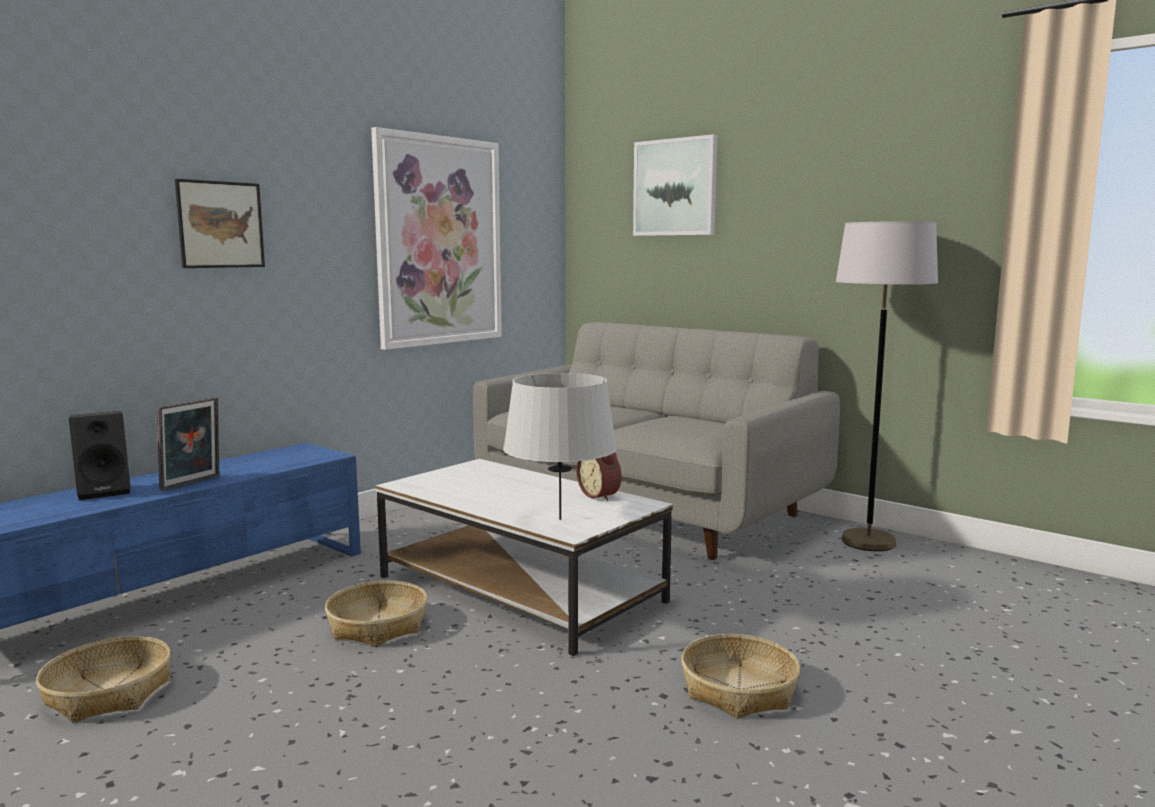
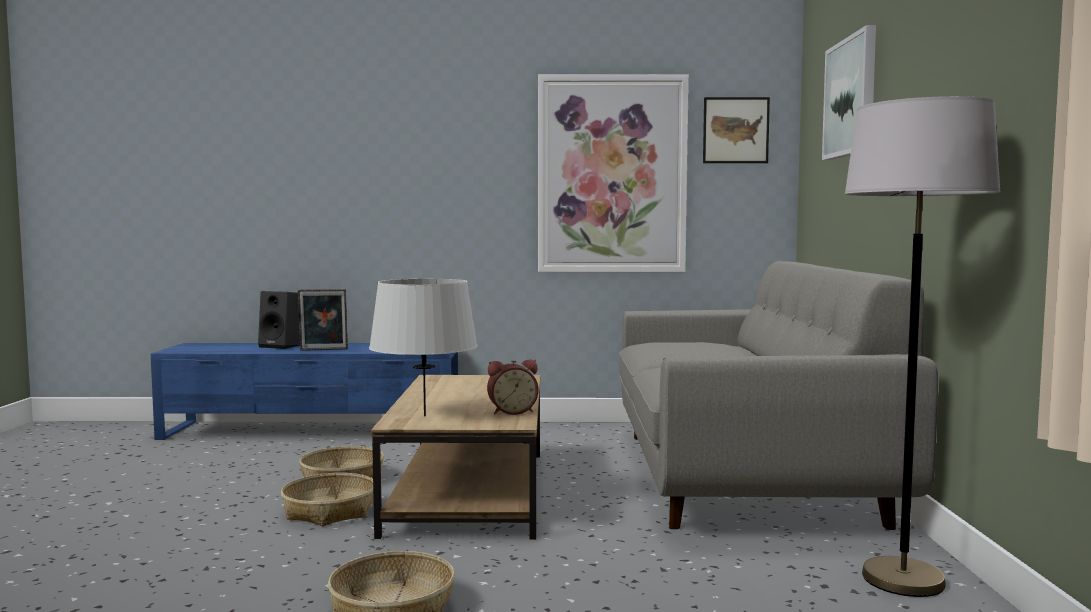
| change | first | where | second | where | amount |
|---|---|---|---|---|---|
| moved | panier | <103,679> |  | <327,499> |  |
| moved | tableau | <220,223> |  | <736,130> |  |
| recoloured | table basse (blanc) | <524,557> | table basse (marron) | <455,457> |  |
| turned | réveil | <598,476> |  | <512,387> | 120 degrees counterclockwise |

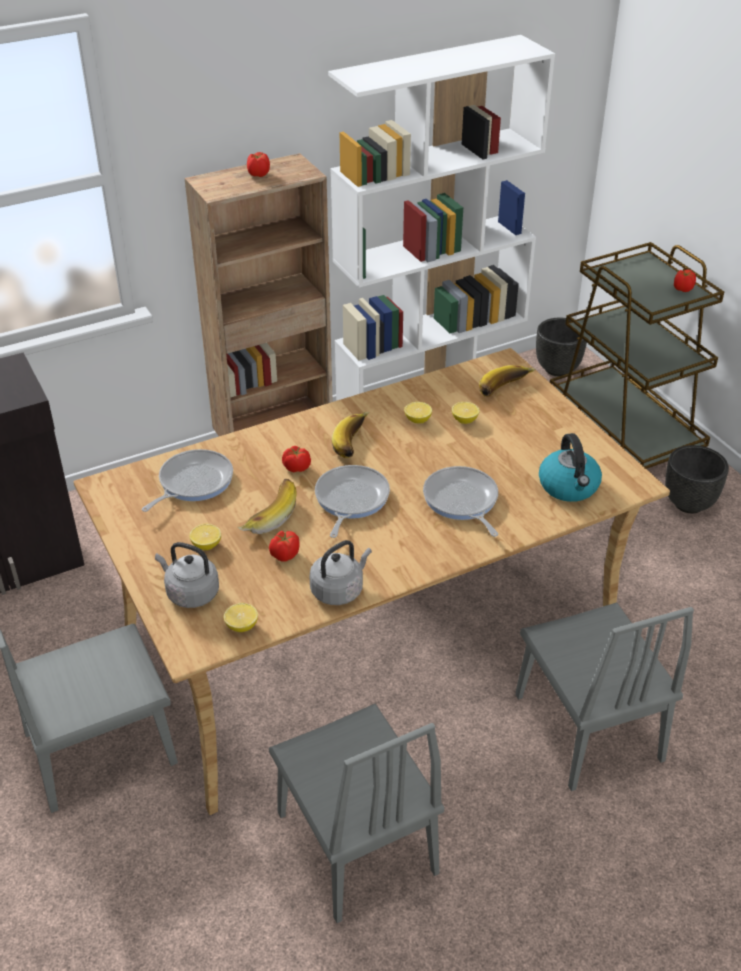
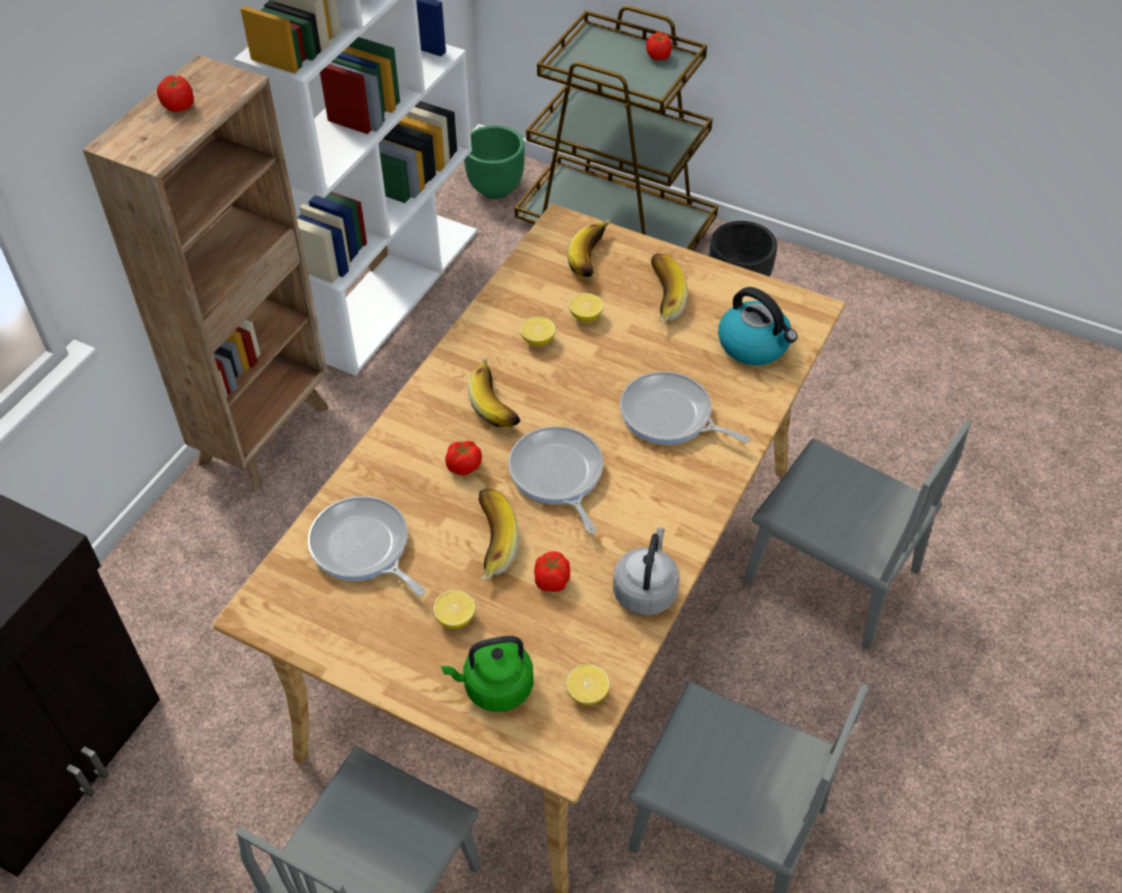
| change | first | where | second | where | amount |
|---|---|---|---|---|---|
| added |  |  | banane | <669,287> |  |
| recoloured | bouilloire (gris) | <187,575> | bouilloire (vert) | <487,674> |  |
| recoloured | cache-pot (noir) | <561,347> | cache-pot (vert) | <494,162> |  |
| turned | poêle | <187,480> |  | <367,546> | 45 degrees counterclockwise |

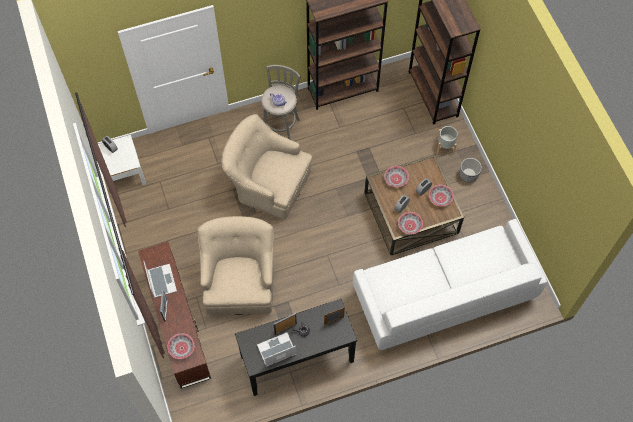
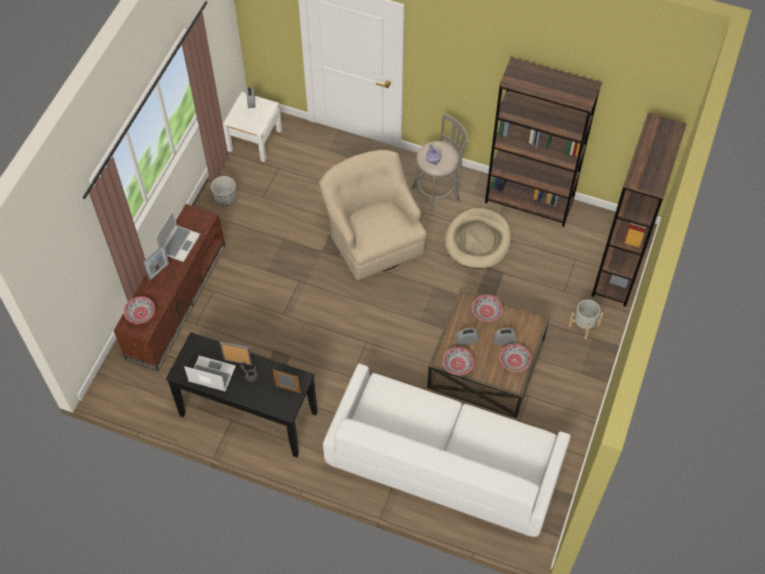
| change | first | where | second | where | amount |
|---|---|---|---|---|---|
| removed | fauteuil (beige) | <235,265> |  |  |  |
| added |  |  | panier pour chien (beige) | <478,238> |  |
| moved | cache-pot | <471,170> |  | <224,191> |  |

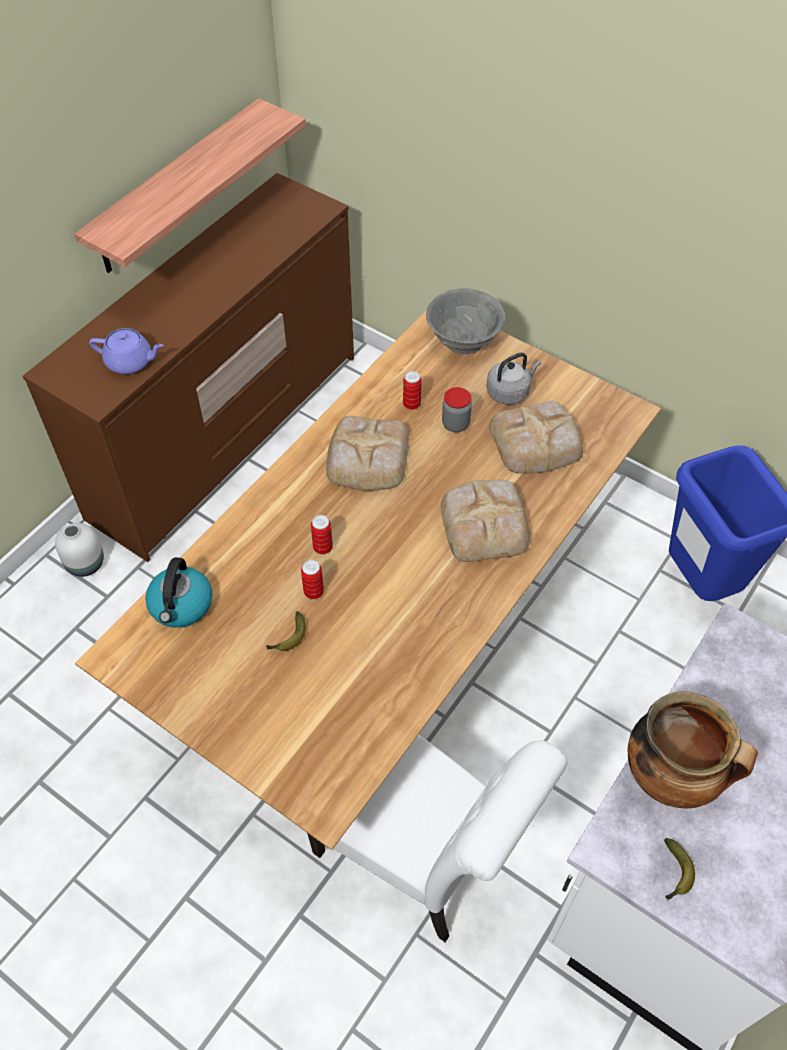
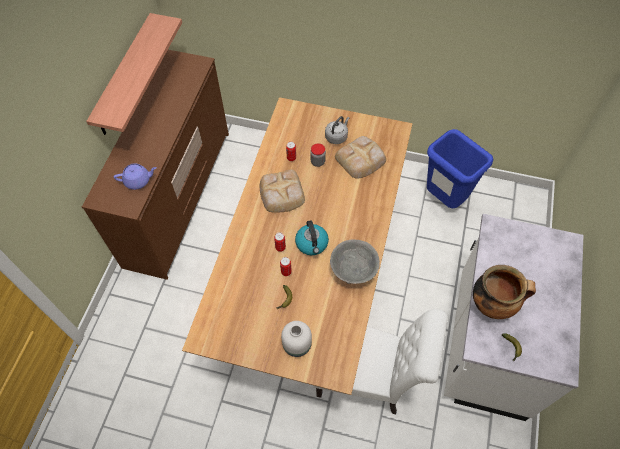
| change | first | where | second | where | amount |
|---|---|---|---|---|---|
| removed | pain | <485,521> |  |  |  |
| moved | vase (blanc) | <79,550> |  | <296,339> |  |
| moved | bouilloire | <178,592> |  | <312,237> |  |
| moved | bol (gris) | <465,321> |  | <355,262> |  |

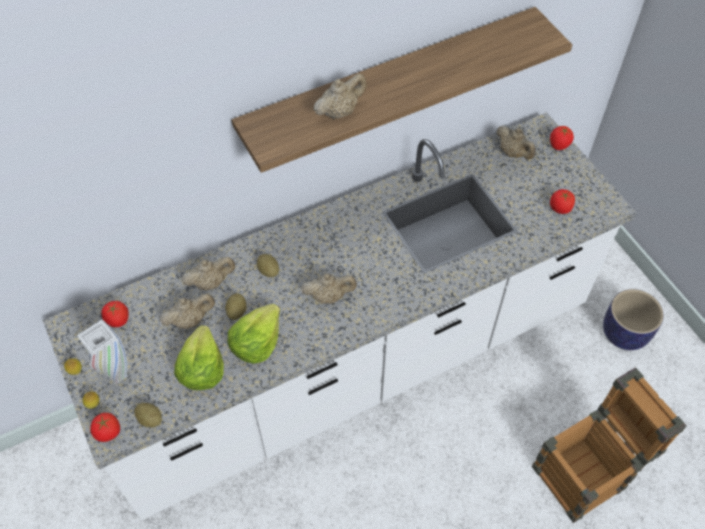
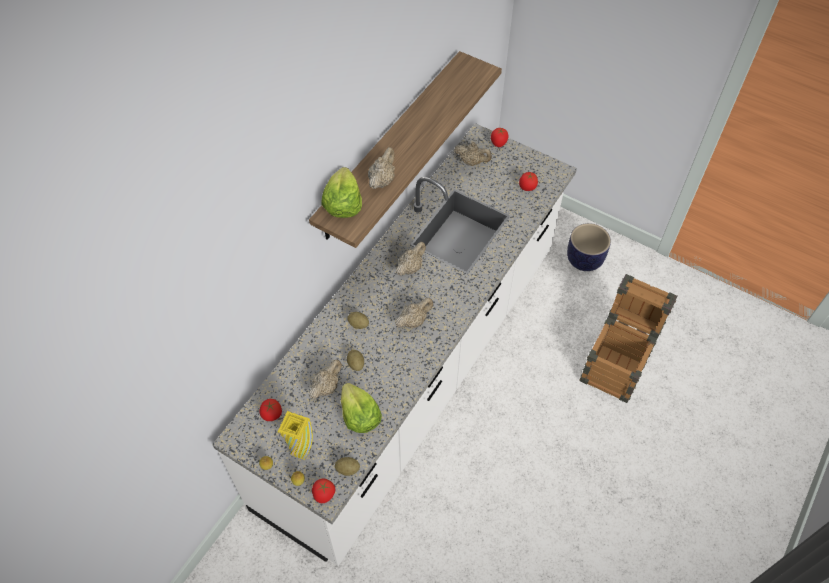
| change | first | where | second | where | amount |
|---|---|---|---|---|---|
| moved | théière (beige) | <208,273> |  | <411,259> |  |
| moved | laitue | <254,334> |  | <341,192> |  |
| recoloured | vase (blanc) | <102,351> | vase (jaune) | <295,435> |  |

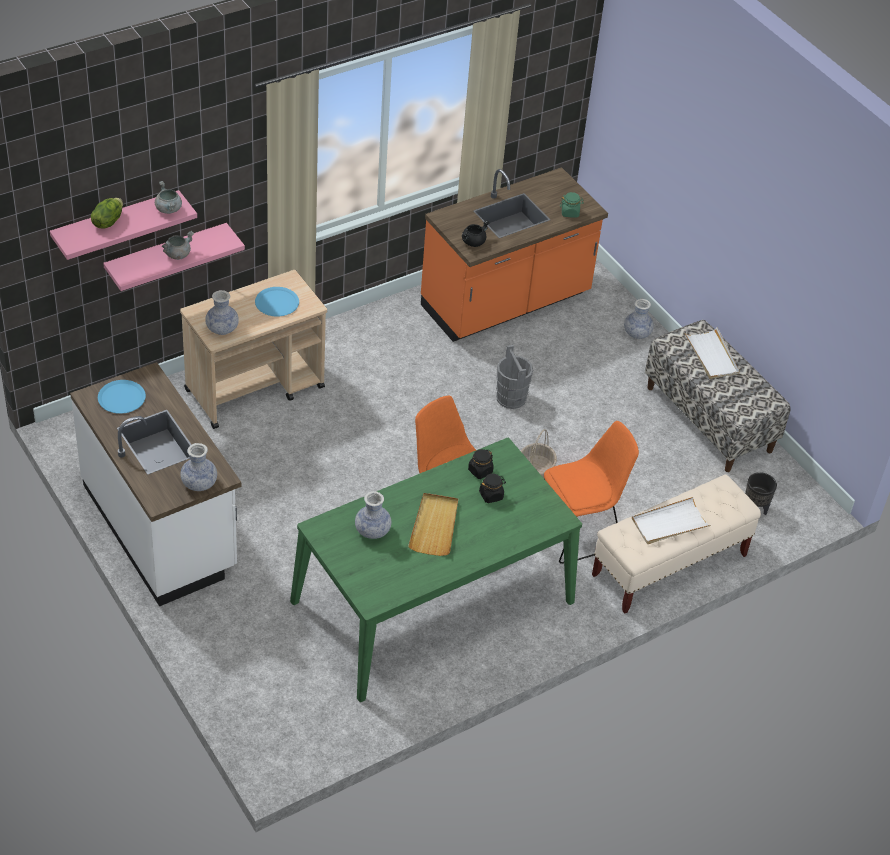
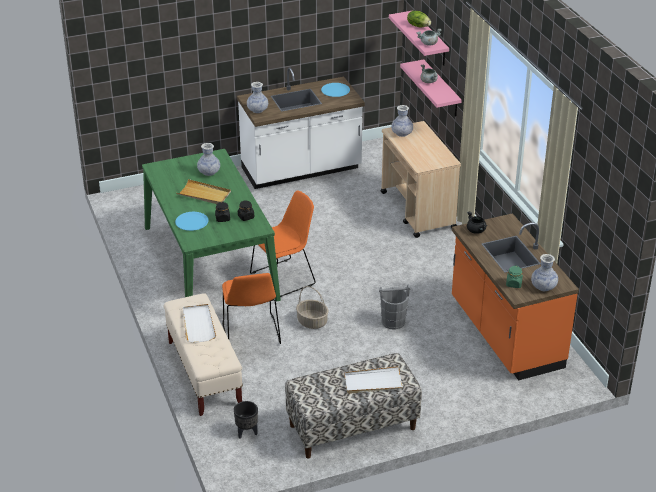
| change | first | where | second | where | amount |
|---|---|---|---|---|---|
| moved | assiette (bleu) | <277,302> |  | <192,221> |  |
| moved | vase | <639,319> |  | <544,272> |  |

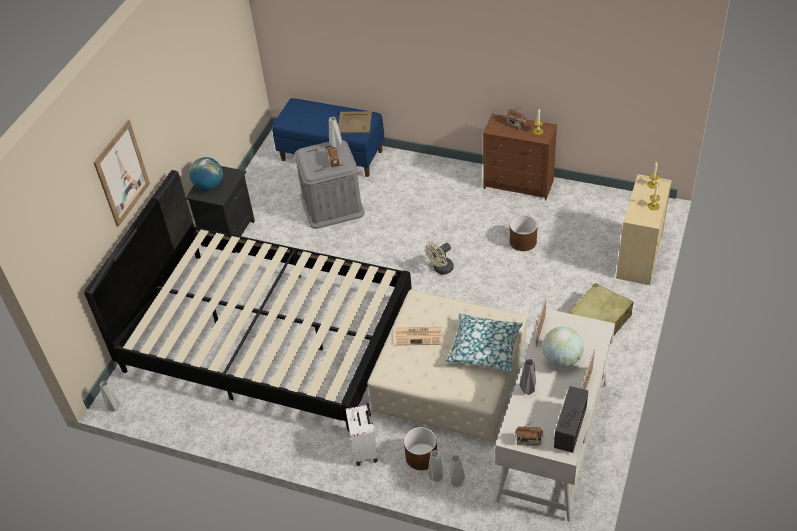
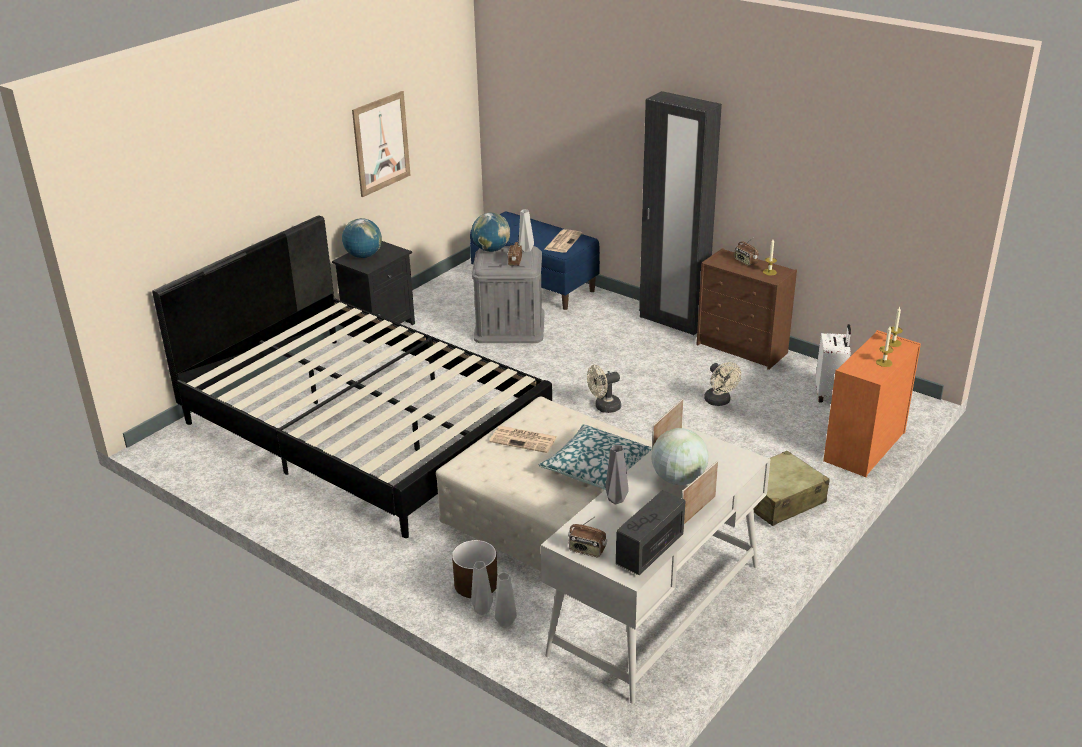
| change | first | where | second | where | amount |
|---|---|---|---|---|---|
| removed | vase (gris) | <110,396> |  |  |  |
| added |  |  | globe | <491,232> |  |
| added |  |  | armoire (noir) | <680,213> |  |
| moved | tableau | <121,173> |  | <381,144> |  |
| moved | valise (blanc) | <362,434> |  | <833,363> |  |
| replaced | plateau (beige) | <355,122> | journal | <563,241> |  |
| replaced | cache-pot (marron) | <524,233> | ventilateur (beige) | <722,384> |  |
| recoloured | commode (beige) | <644,229> | commode (orange) | <872,403> |  |

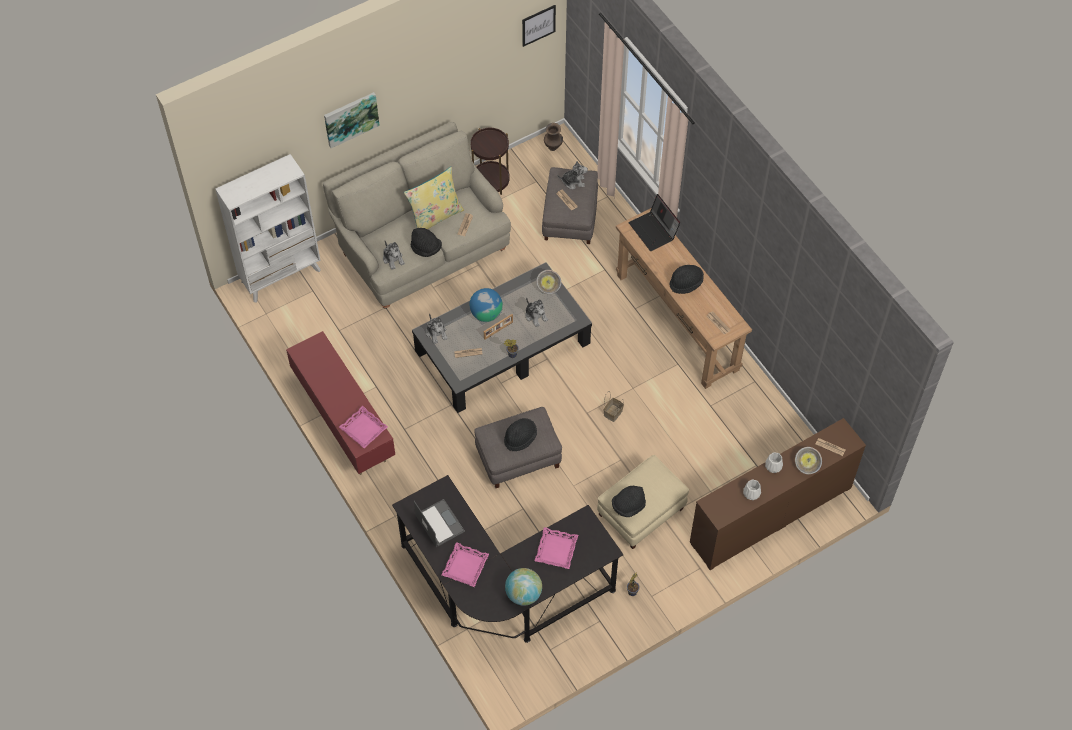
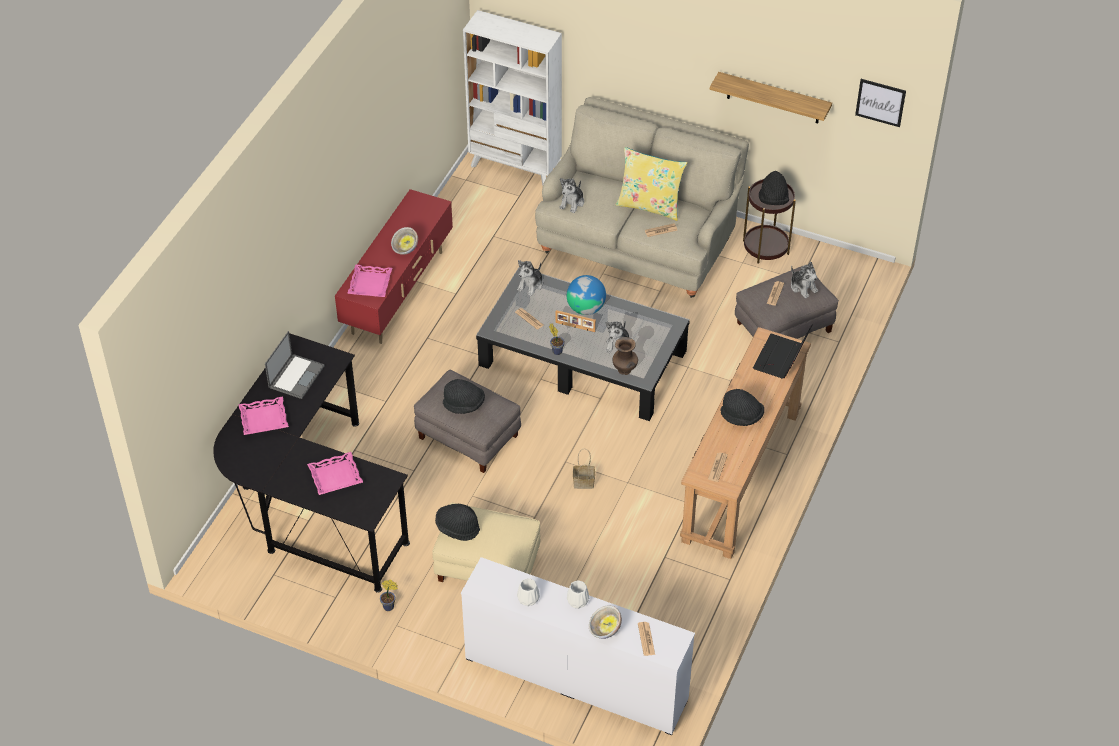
| change | first | where | second | where | amount |
|---|---|---|---|---|---|
| removed | tableau | <352,120> |  |  |  |
| removed | globe | <523,587> |  |  |  |
| added |  |  | étagère | <771,97> |  |
| moved | chapeau (noir) | <426,242> |  | <774,188> |  |
| moved | bol | <548,282> |  | <404,241> |  |
| moved | vase (marron) | <553,137> |  | <625,356> |  |
| recoloured | commode (marron) | <778,494> | commode (blanc) | <578,646> |  |

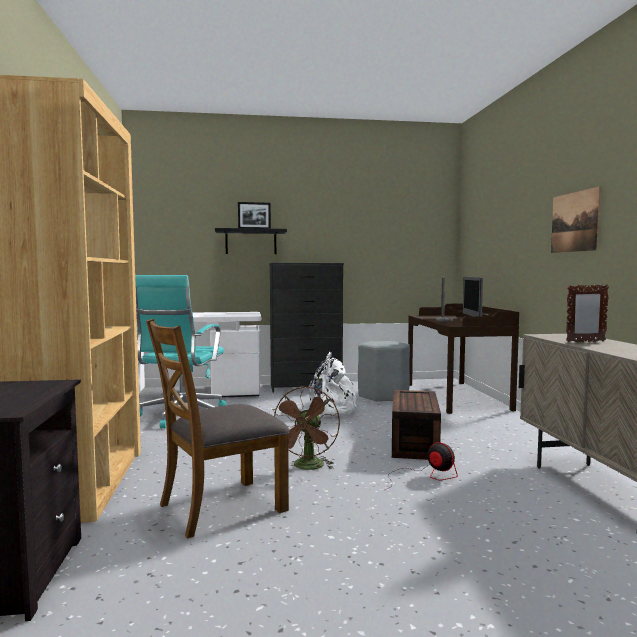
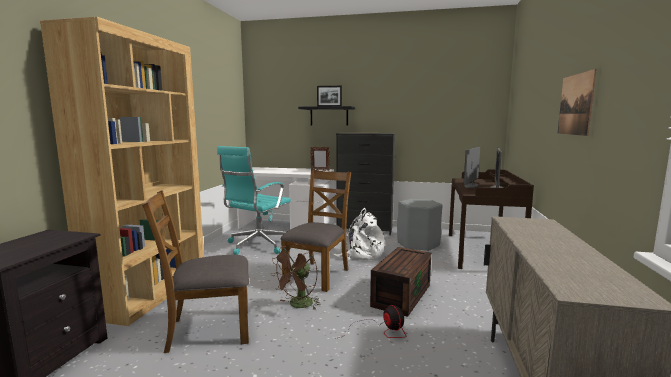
| change | first | where | second | where | amount |
|---|---|---|---|---|---|
| added |  |  | chaise (marron) | <315,230> |  |
| moved | cadre photo | <587,313> |  | <320,159> |  |

